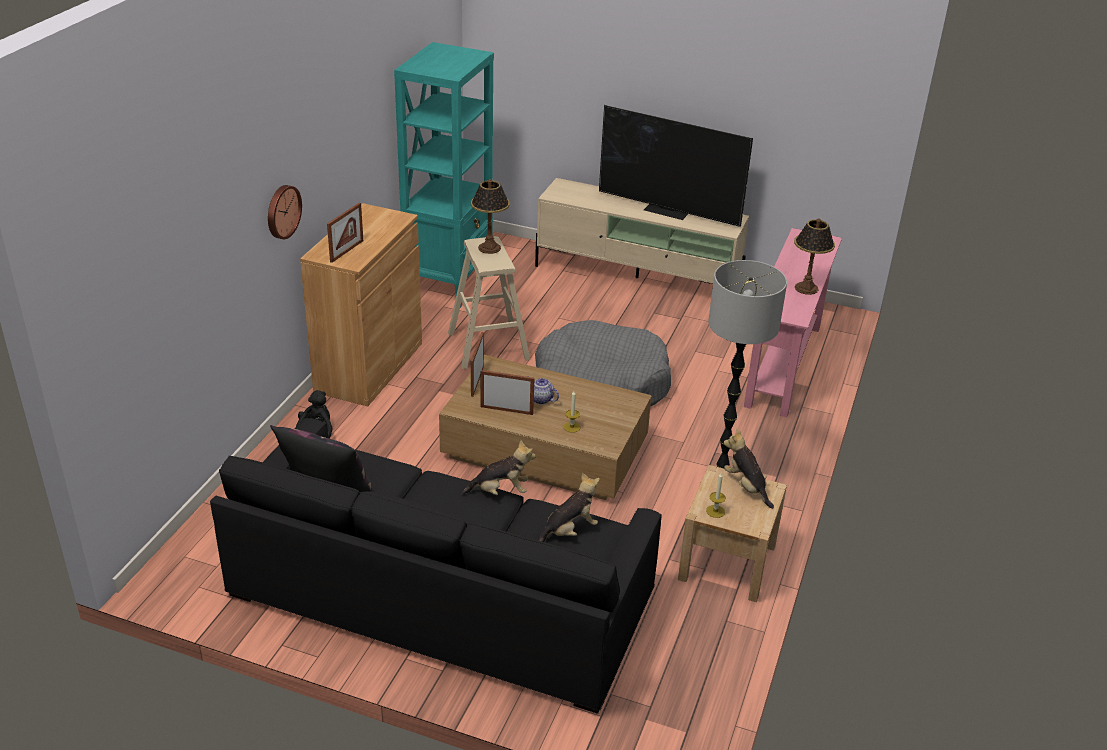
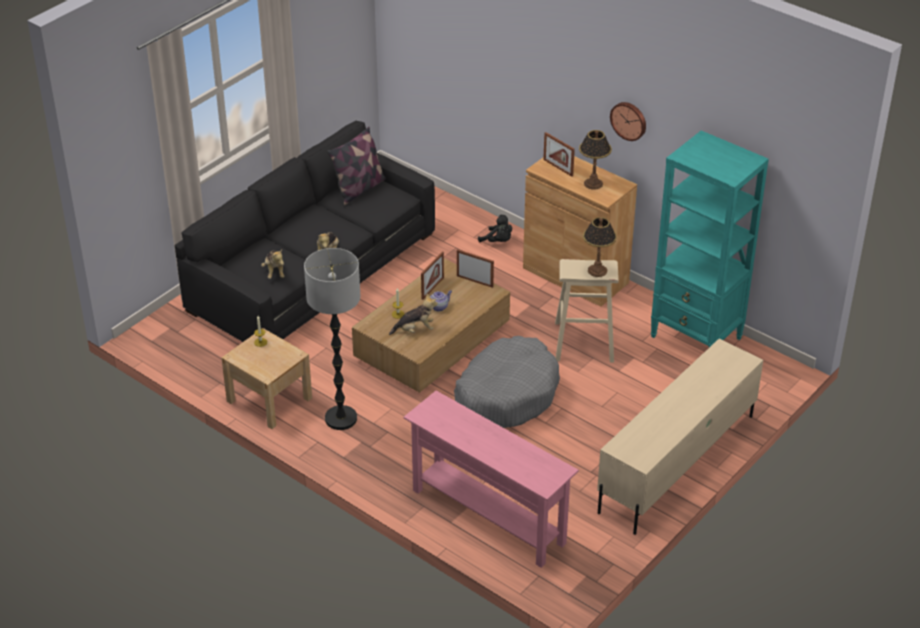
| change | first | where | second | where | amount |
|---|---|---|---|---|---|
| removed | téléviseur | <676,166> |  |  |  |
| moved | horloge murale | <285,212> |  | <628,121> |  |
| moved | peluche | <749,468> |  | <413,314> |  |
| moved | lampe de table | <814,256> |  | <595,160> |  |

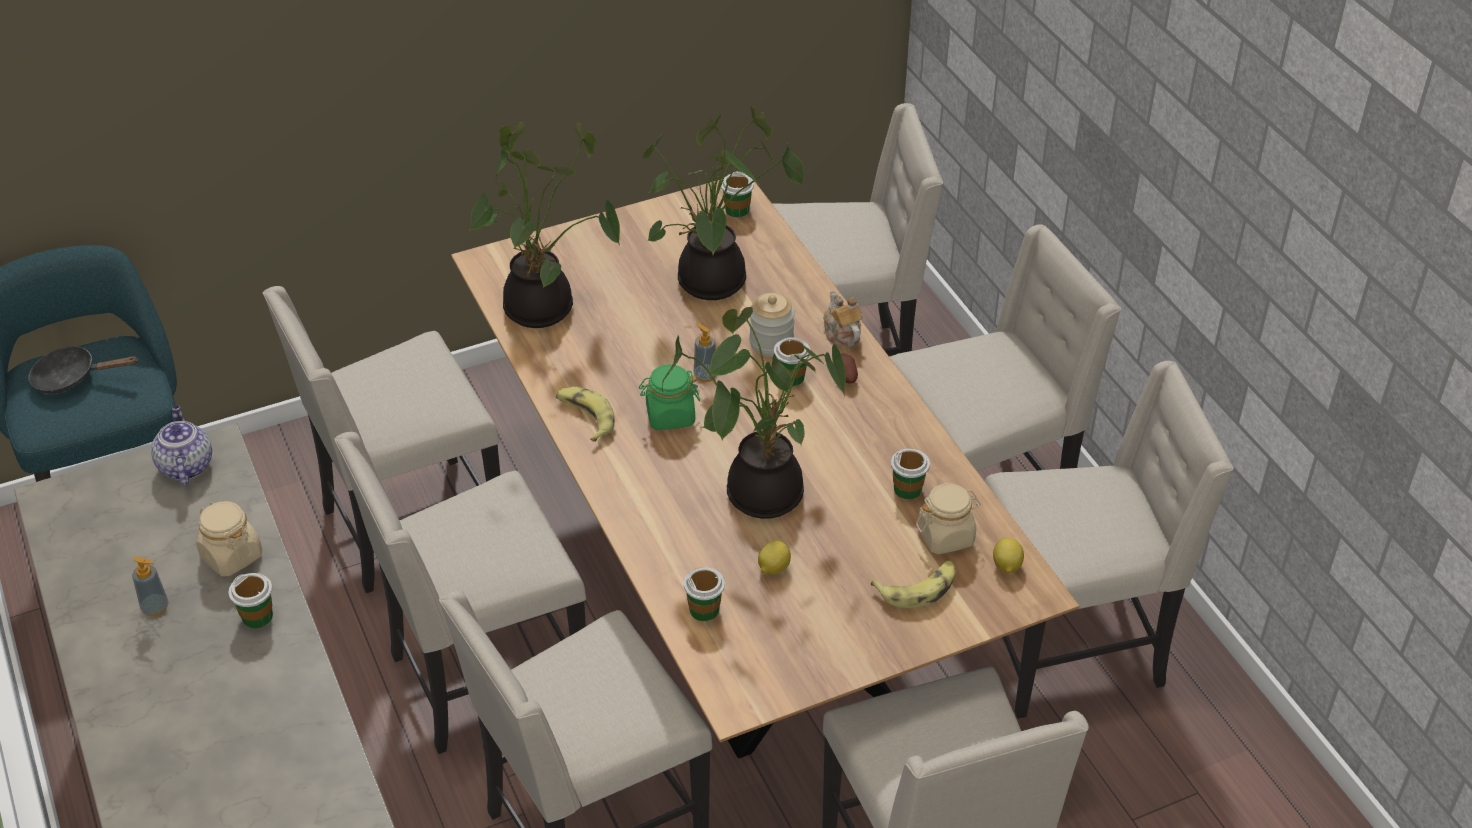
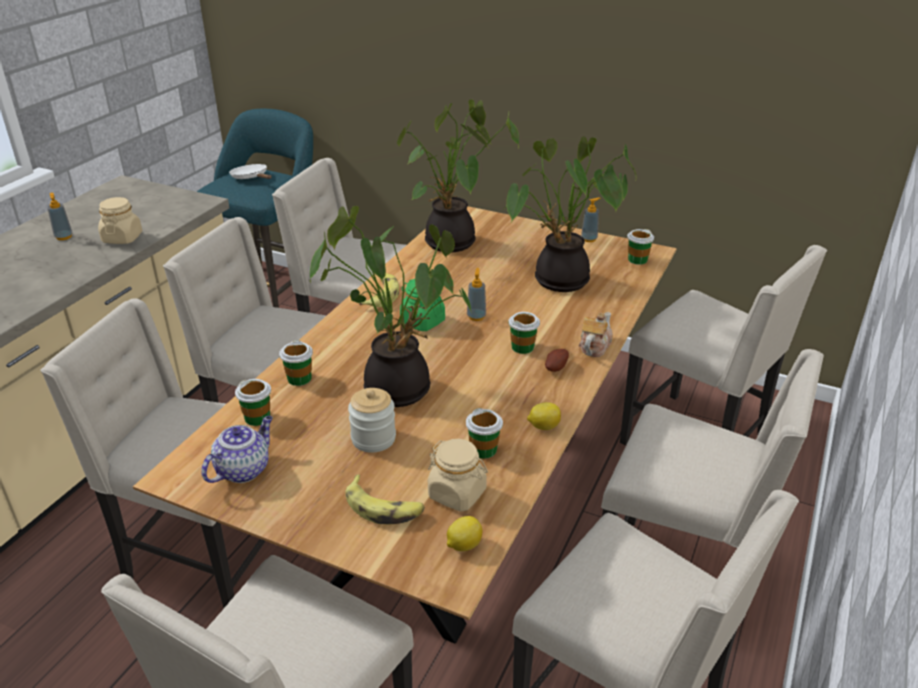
| change | first | where | second | where | amount |
|---|---|---|---|---|---|
| added |  |  | distributeur de savon | <590,219> |  |
| moved | théière | <181,445> |  | <237,449> |  |
| moved | tasse | <251,600> |  | <296,363> |  |
| moved | bocal | <772,324> |  | <372,420> |  |
| moved | citron | <774,557> |  | <544,416> |  |
| recoloured | poêle (noir) | <83,370> | poêle (blanc) | <250,171> |  |

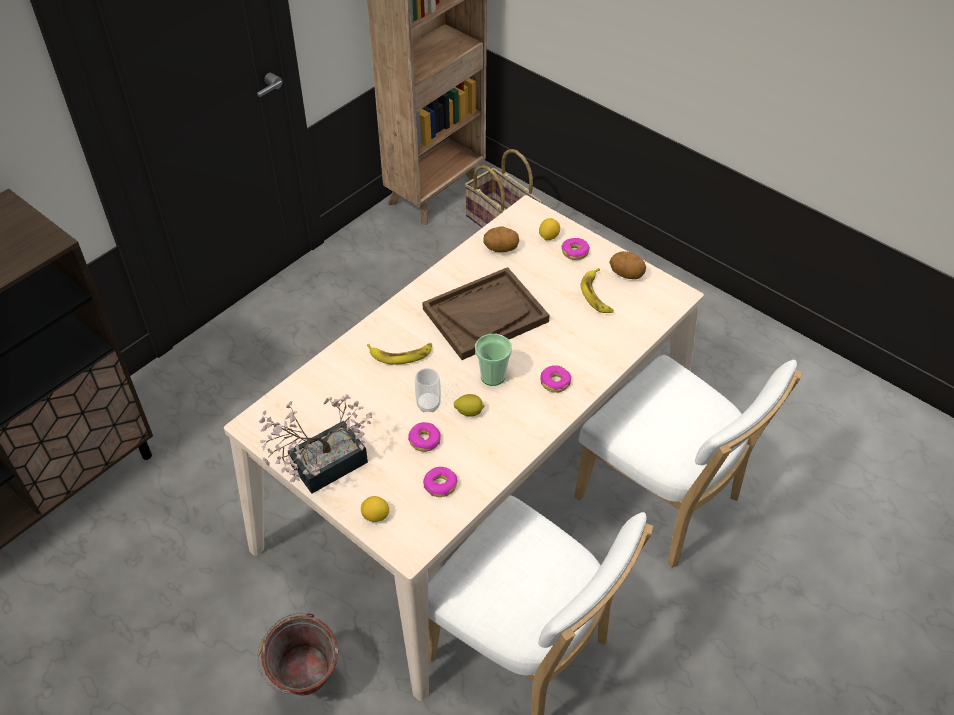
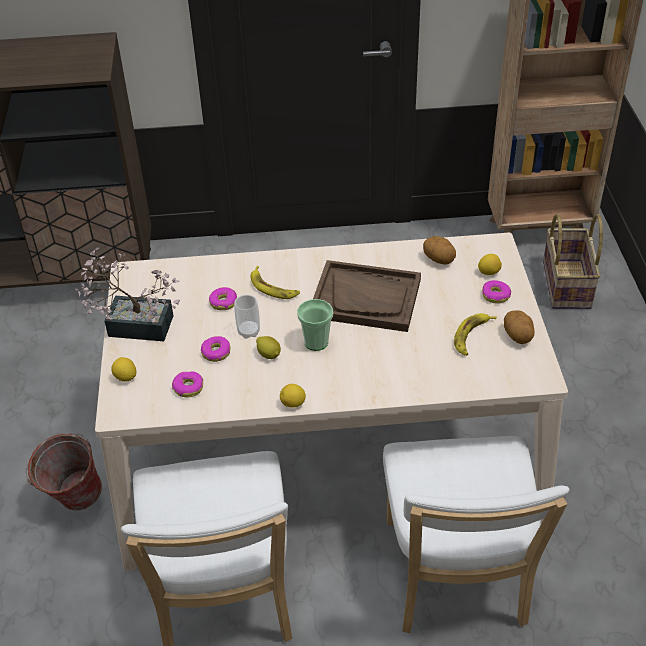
| change | first | where | second | where | amount |
|---|---|---|---|---|---|
| added |  |  | citron | <293,395> |  |
| moved | beignet | <555,379> |  | <223,298> |  |

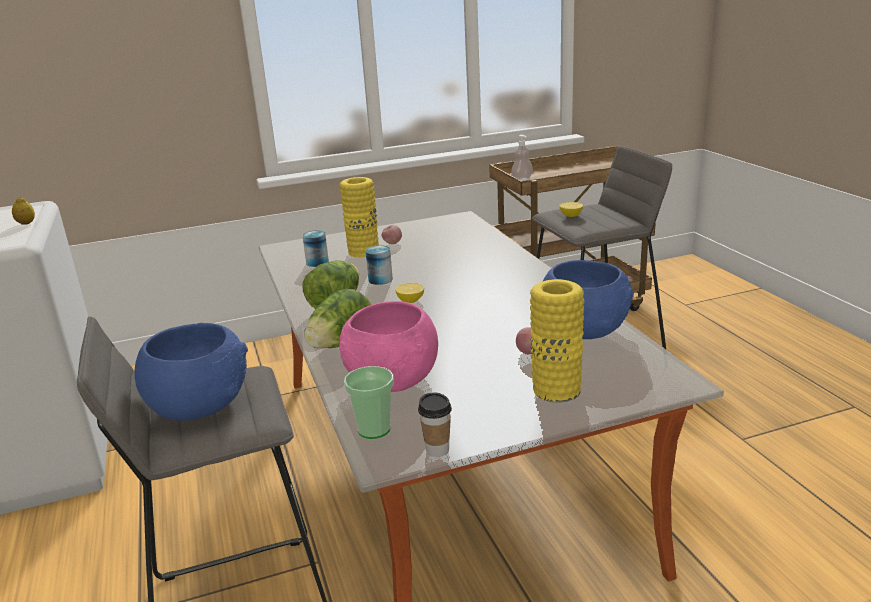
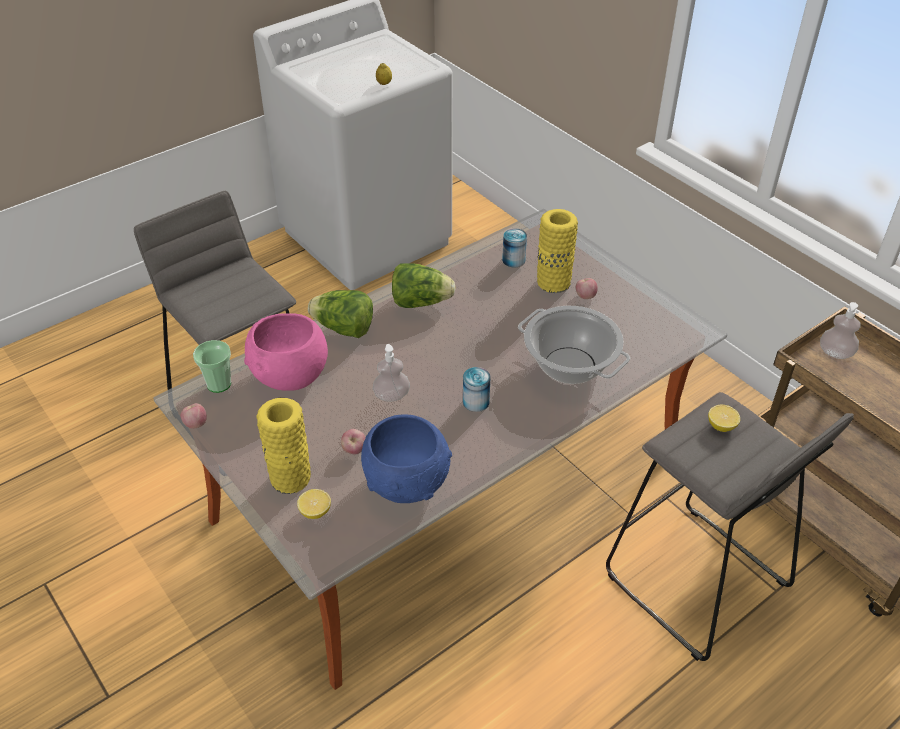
| change | first | where | second | where | amount |
|---|---|---|---|---|---|
| removed | bol (bleu) | <191,372> |  |  |  |
| added |  |  | distributeur de savon | <391,373> |  |
| added |  |  | marmite | <574,345> |  |
| moved | boîte métallique | <379,265> |  | <477,389> |  |
| moved | citron | <409,293> |  | <314,504> |  |
| replaced | tasse | <435,424> | pomme | <194,416> |  |

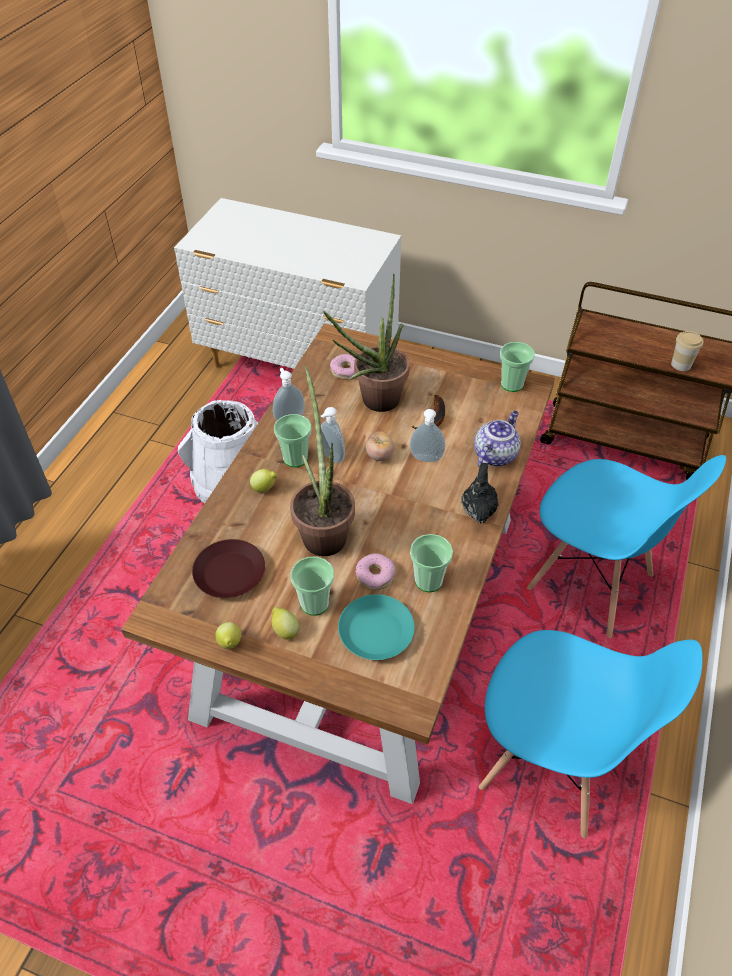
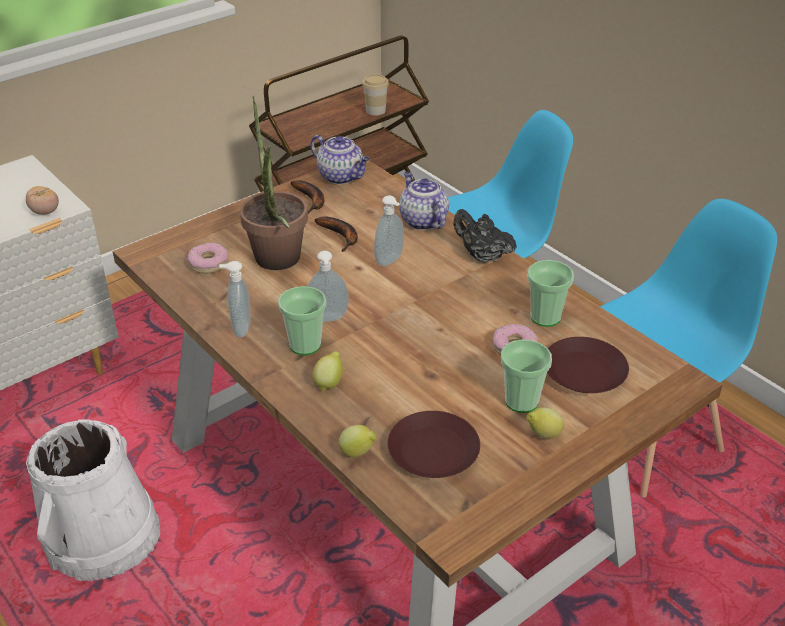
| change | first | where | second | where | amount |
|---|---|---|---|---|---|
| removed | plante en pot | <322,461> |  |  |  |
| added |  |  | banane | <307,197> |  |
| moved | citron | <228,635> |  | <358,441> |  |
| moved | tomate | <379,446> |  | <42,200> |  |
| replaced | tasse | <517,367> | théière | <340,159> |  |
| recoloured | assiette (turquoise) | <376,627> | assiette (marron) | <588,365> |  |

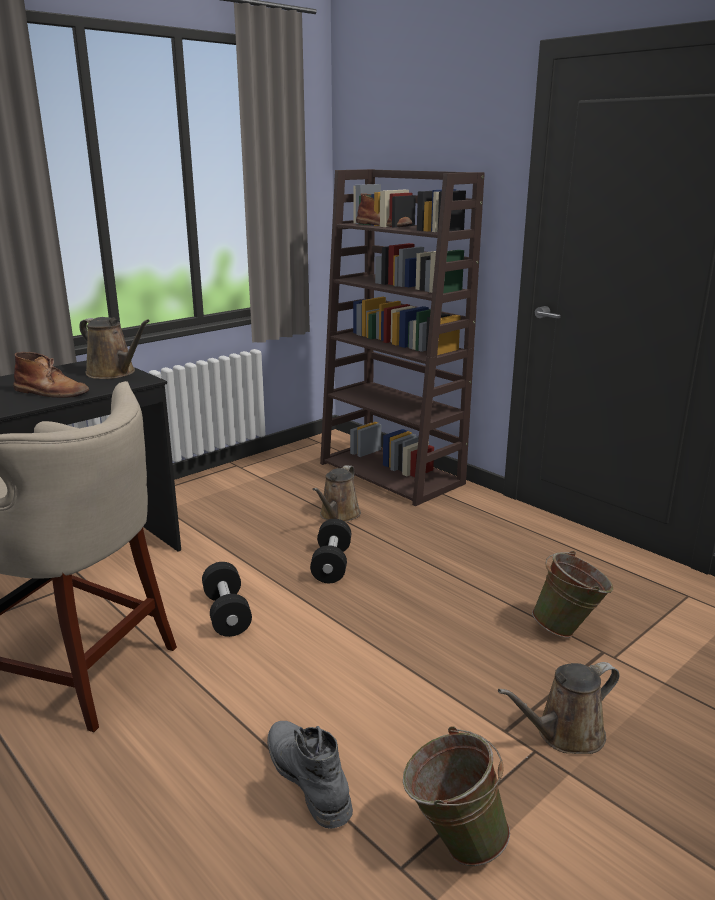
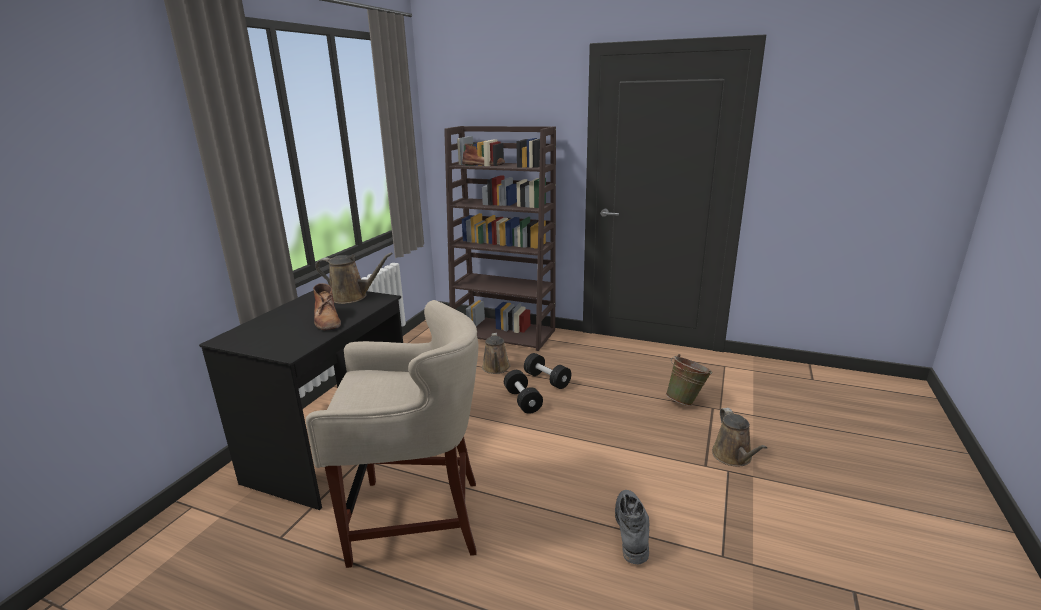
| change | first | where | second | where | amount |
|---|---|---|---|---|---|
| removed | seau (vert) | <456,796> |  |  |  |
| moved | haltère (noir) | <227,599> |  | <547,371> |  |
| turned | botte (marron) | <51,375> |  | <327,306> | 75 degrees clockwise |
| turned | botte (gris) | <310,775> |  | <632,527> | 60 degrees clockwise |
| turned | arrosoir (marron) | <558,708> |  | <739,437> | 45 degrees counterclockwise |

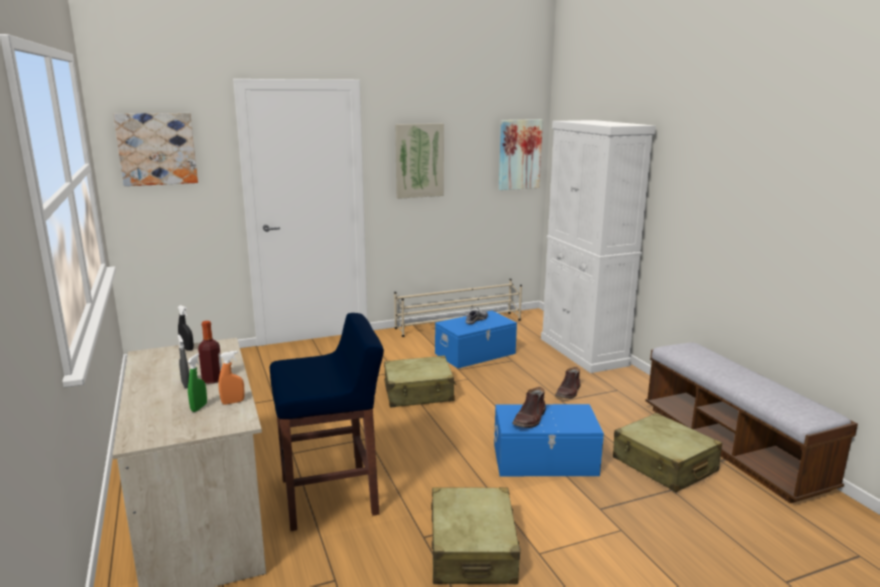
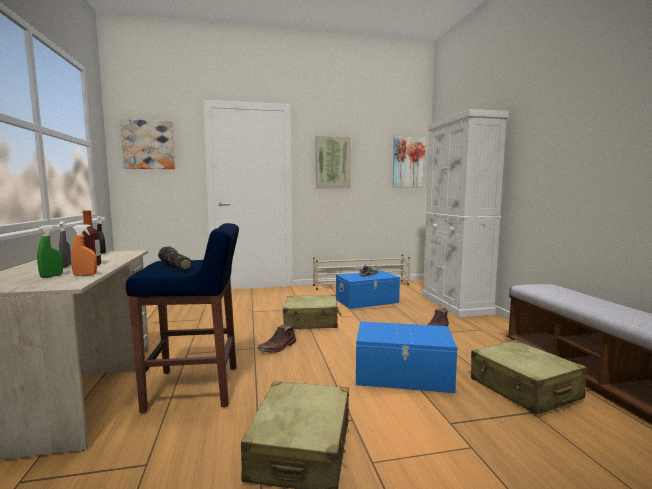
| change | first | where | second | where | amount |
|---|---|---|---|---|---|
| added |  |  | lampe de poche | <175,258> |  |
| moved | botte (marron) | <529,407> |  | <276,338> |  |

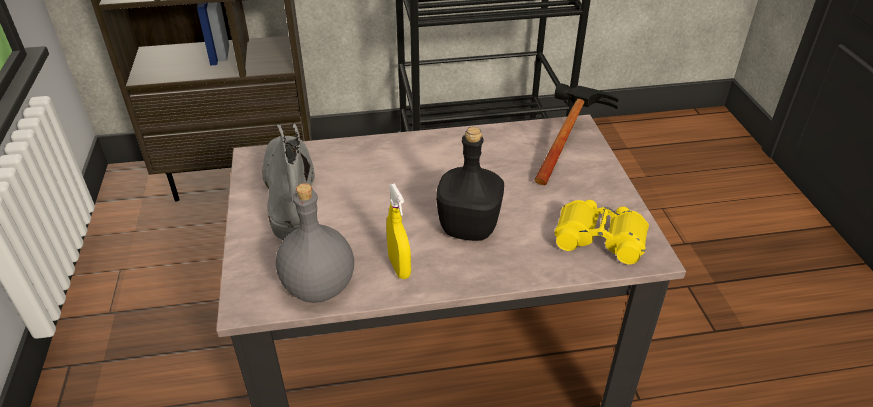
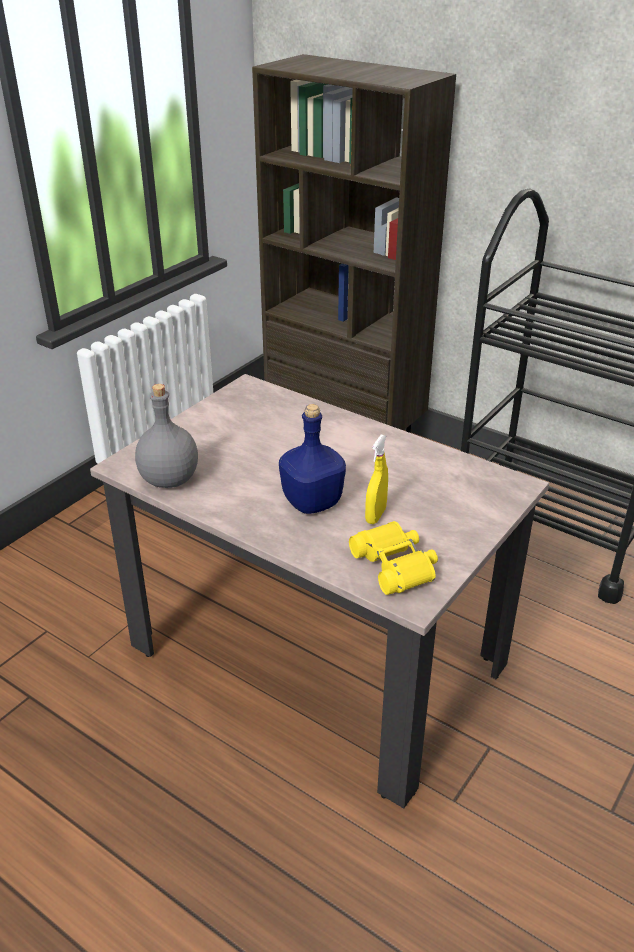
| change | first | where | second | where | amount |
|---|---|---|---|---|---|
| removed | botte (gris) | <288,181> |  |  |  |
| removed | marteau | <576,134> |  |  |  |
| moved | vaporisateur (jaune) | <398,231> |  | <376,479> |  |
| recoloured | bouteille (noir) | <470,184> | bouteille (bleu) | <312,459> |  |

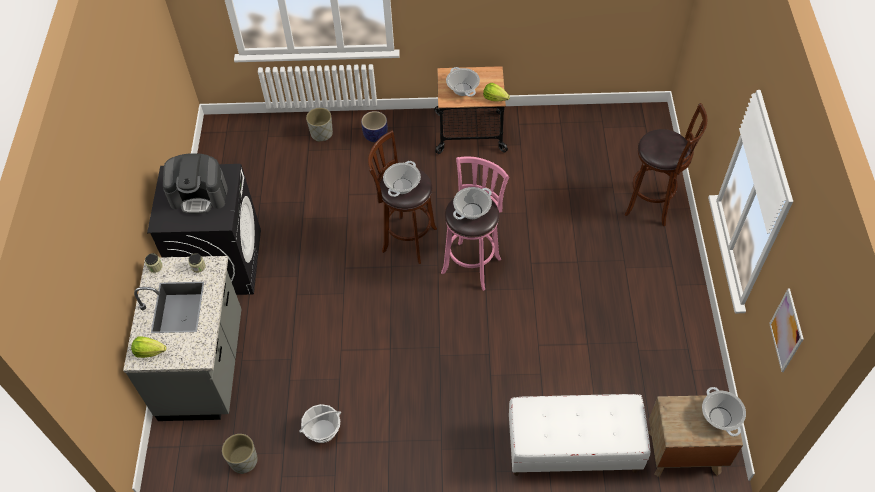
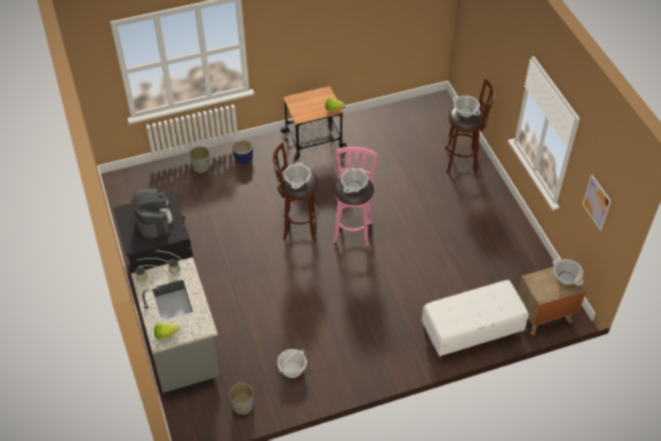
| change | first | where | second | where | amount |
|---|---|---|---|---|---|
| moved | marmite | <463,82> |  | <466,106> |  |
| turned | machine à café | <195,183> |  | <152,213> | 90 degrees counterclockwise |

